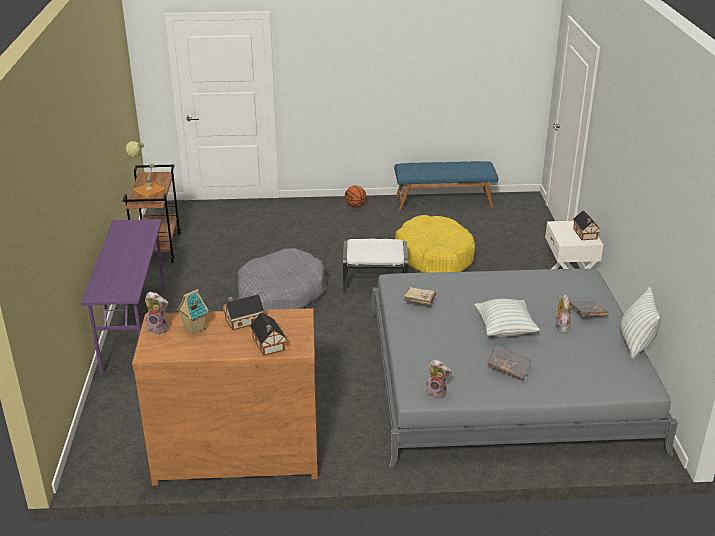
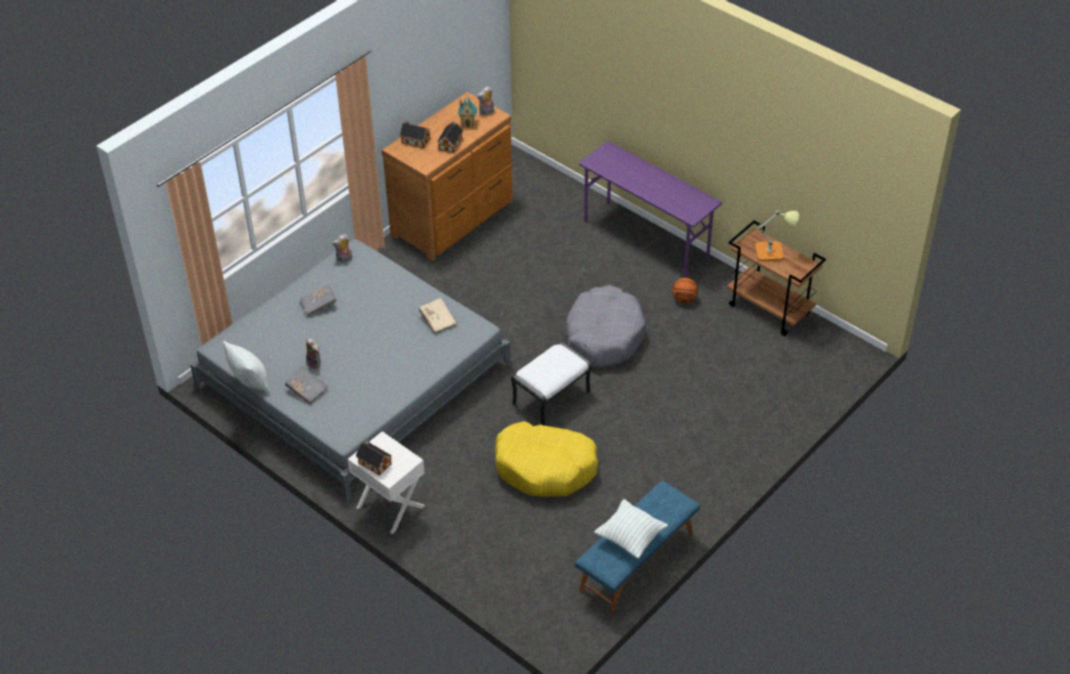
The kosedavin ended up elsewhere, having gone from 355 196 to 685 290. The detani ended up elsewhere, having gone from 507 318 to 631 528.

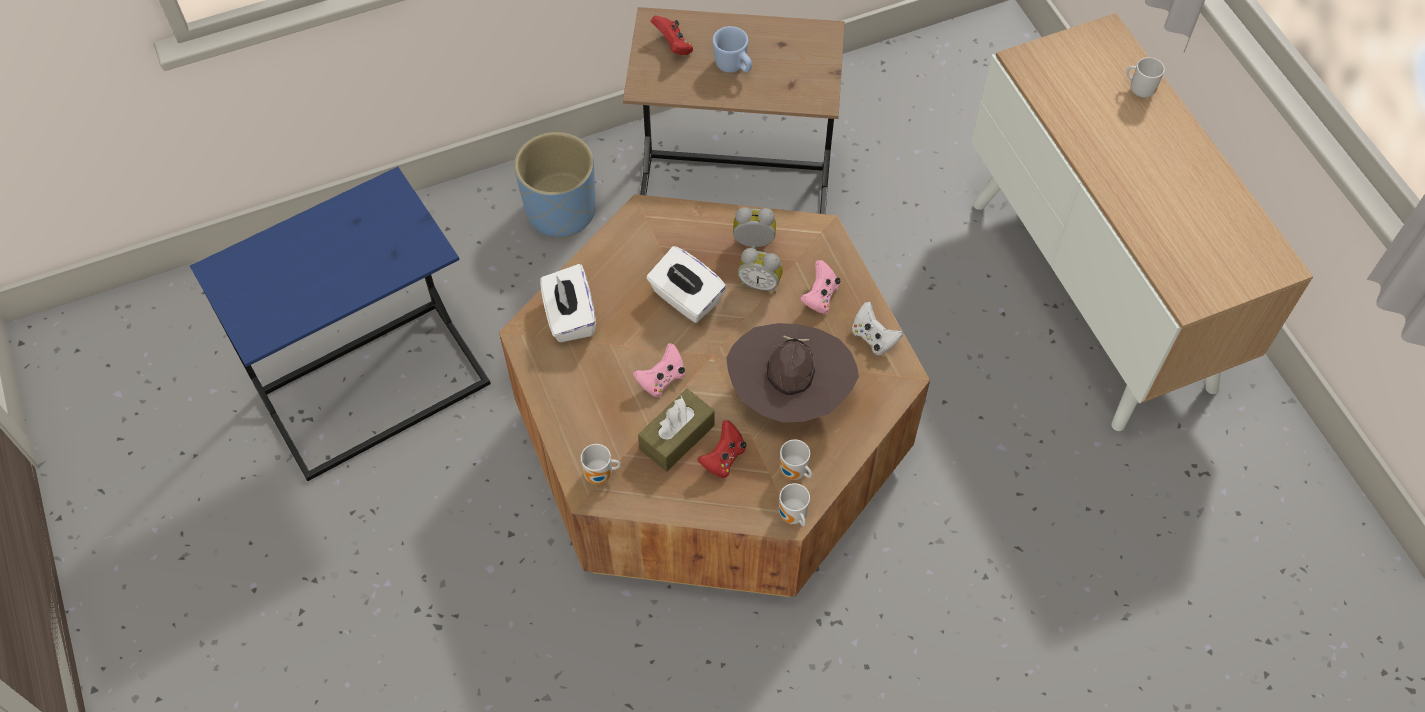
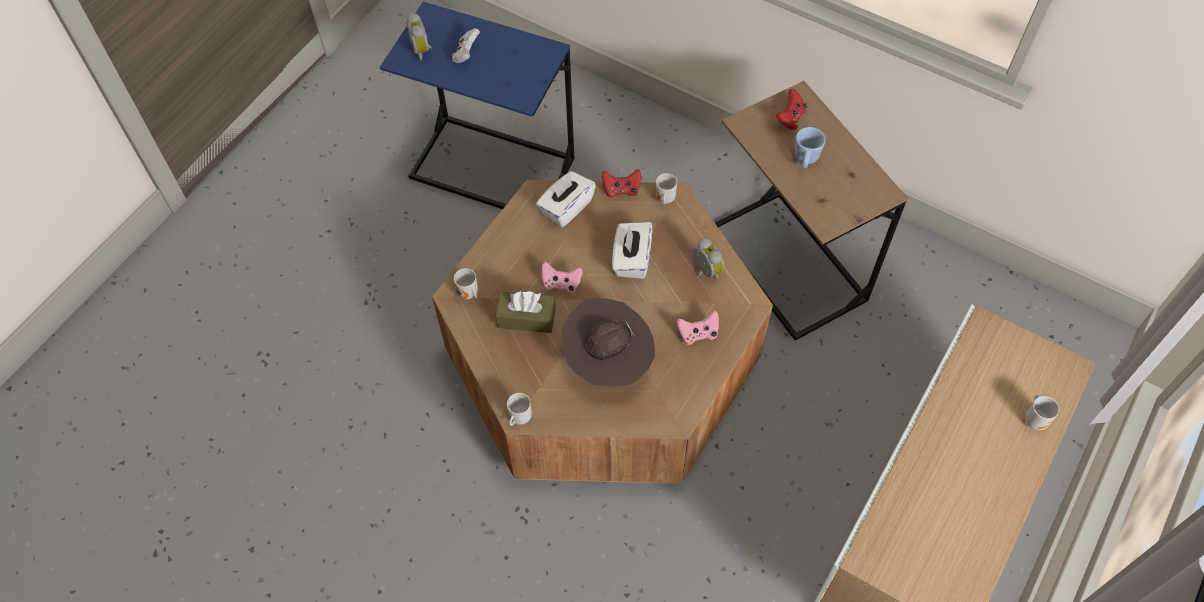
The second view lost the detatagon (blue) at 555 185. The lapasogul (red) ended up elsewhere, having gone from 722 449 to 621 183. The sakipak ended up elsewhere, having gone from 760 271 to 419 37. The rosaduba ended up elsewhere, having gone from 795 459 to 666 189. The lapasogul (white) ended up elsewhere, having gone from 877 328 to 465 45.

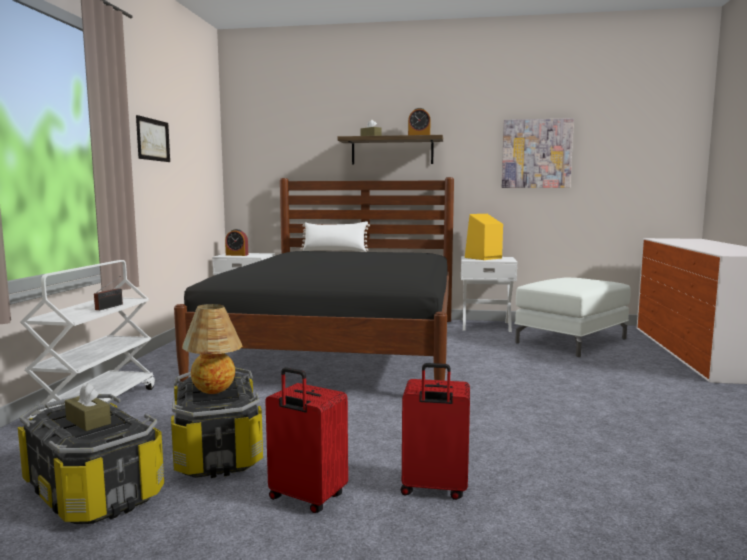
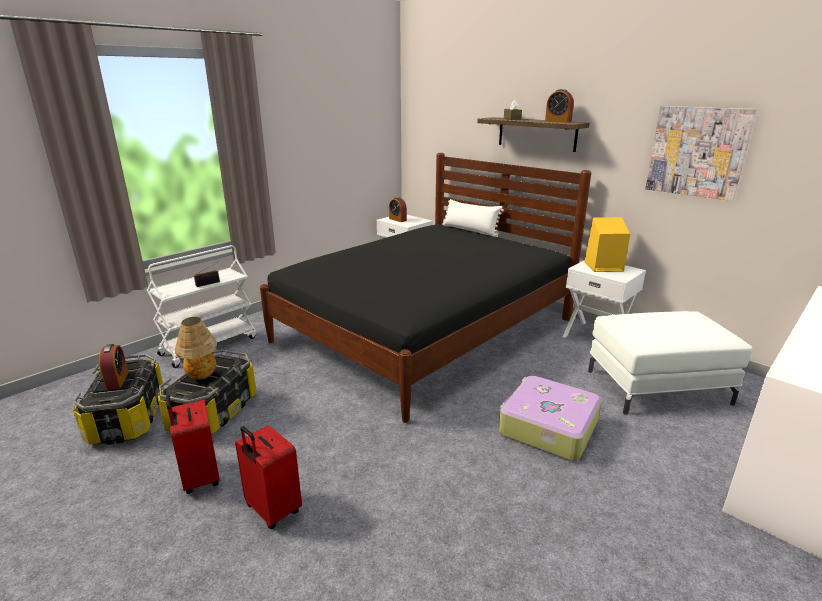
The second view lost the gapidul at 153 138. The second view gained the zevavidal at 550 418. Where the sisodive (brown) stood at 88 407, the sakipak came to stand at 113 367.

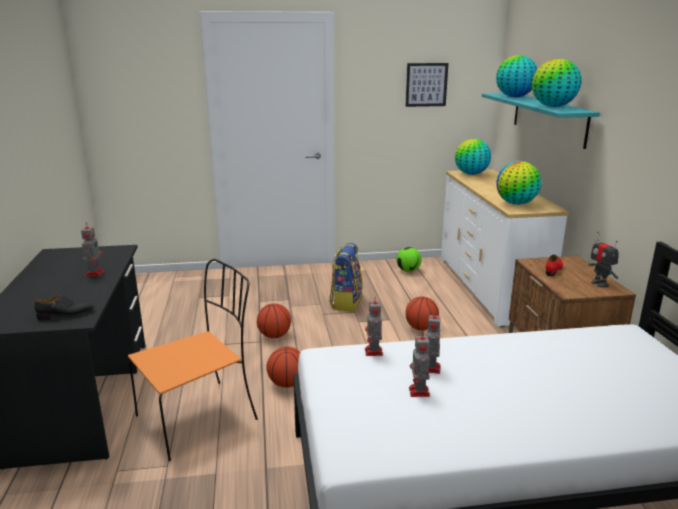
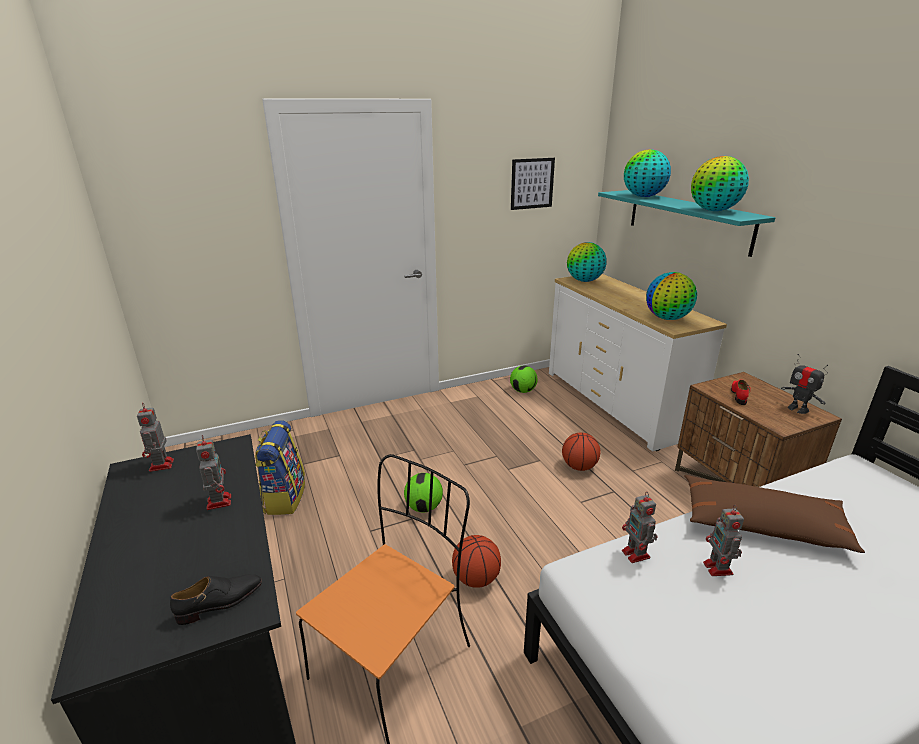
The second view gained the detani (brown) at 774 514. The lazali ended up elsewhere, having gone from 346 277 to 280 467. The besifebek ended up elsewhere, having gone from 419 364 to 155 437. Where the kosedavin stood at 274 320, the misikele came to stand at 423 492.

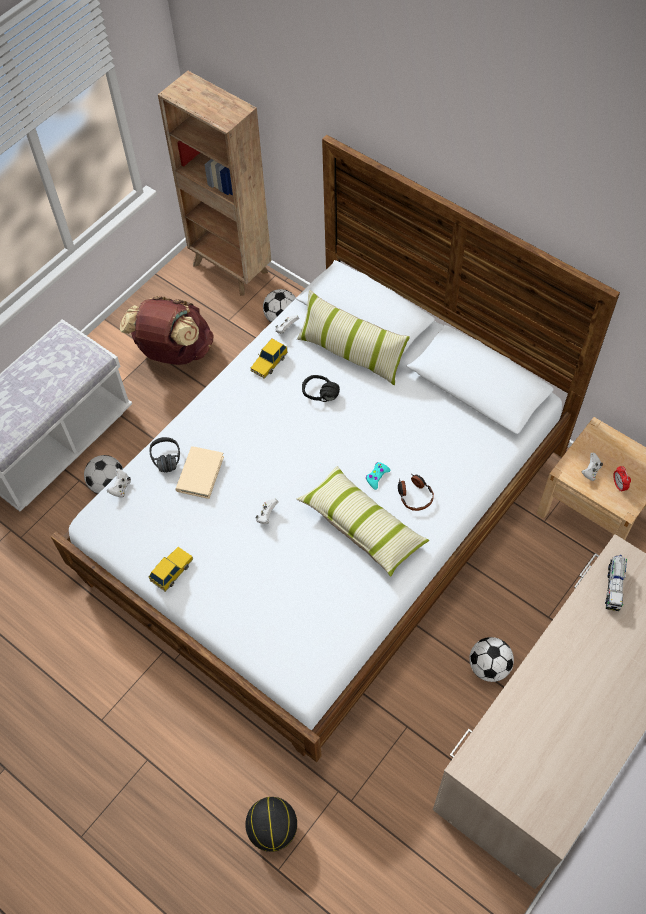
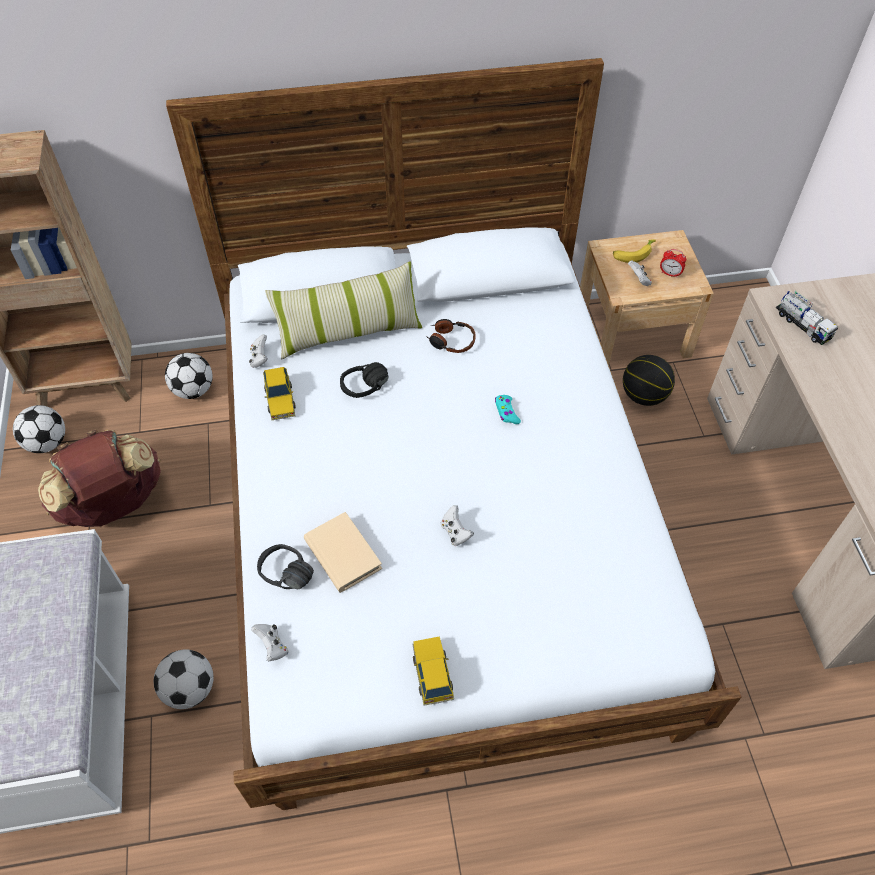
The second view lost the detani at 363 521. The second view gained the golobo at 634 251. The kosedavin ended up elsewhere, having gone from 271 824 to 649 380. The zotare ended up elsewhere, having gone from 416 492 to 451 336. The misikele ended up elsewhere, having gone from 491 659 to 39 429.

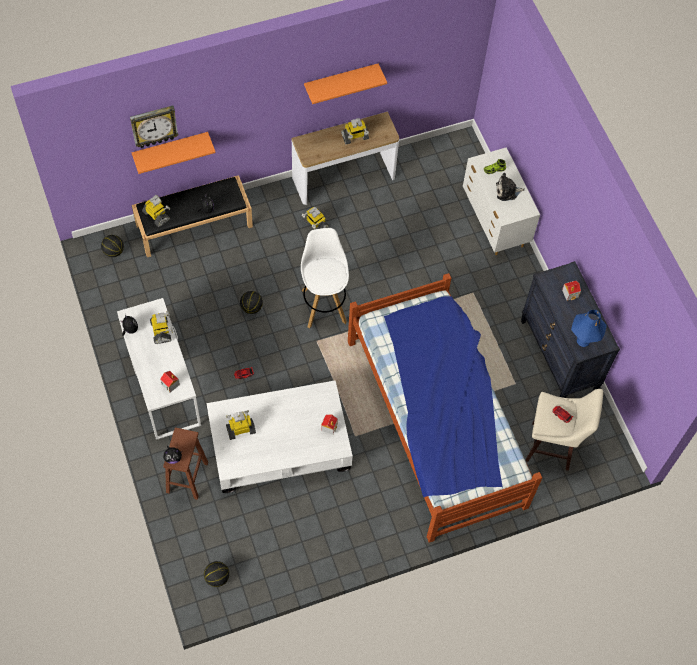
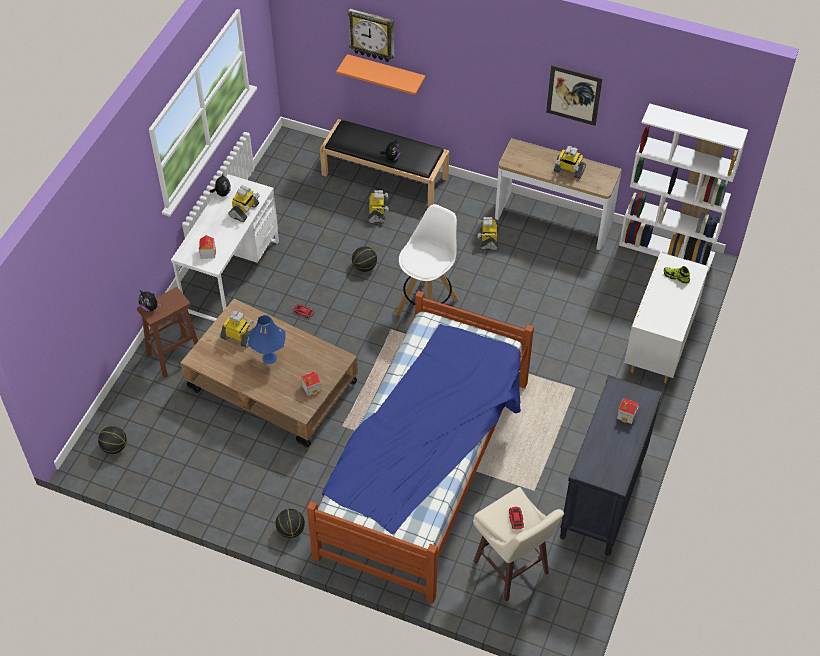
The second view lost the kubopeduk at 510 187. The second view gained the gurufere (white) at 683 187. The kosedavin ended up elsewhere, having gone from 112 246 to 290 523. The besifebek ended up elsewhere, having gone from 156 211 to 378 206. The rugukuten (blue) ended up elsewhere, having gone from 589 328 to 267 339. Where the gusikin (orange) hung at 345 83, the gapidul came to hang at 574 95. What was the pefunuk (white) at 279 436 turned into the pefunuk (brown) at 269 373.

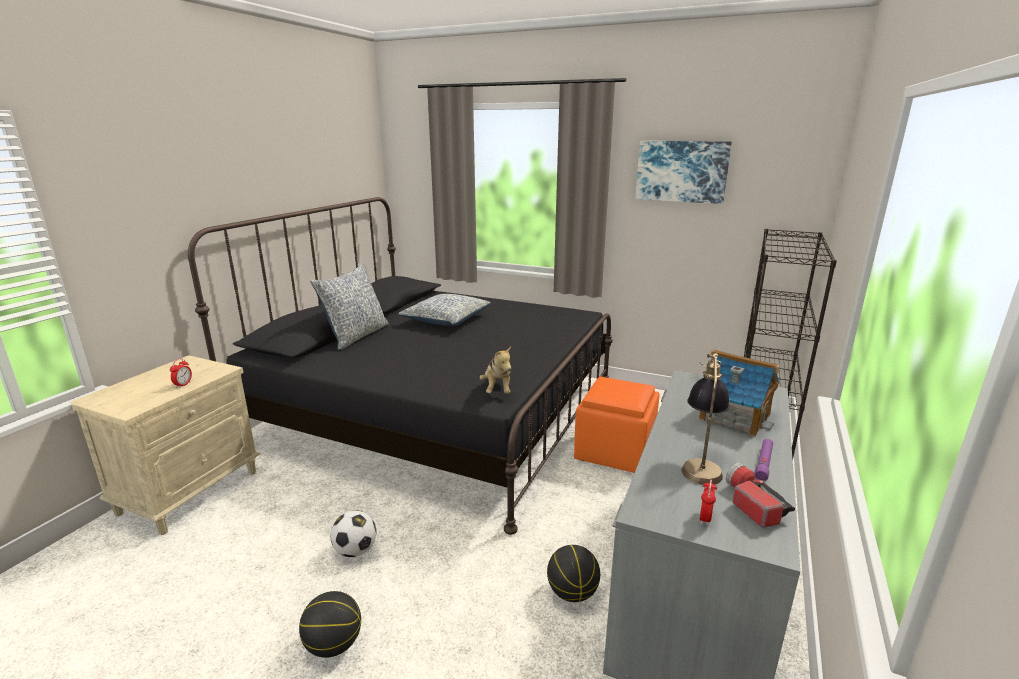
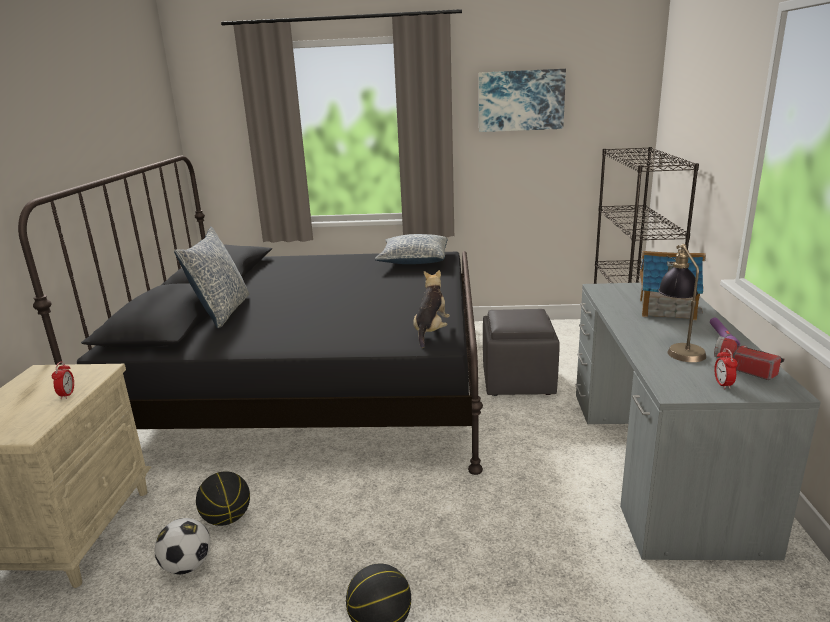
The misikele ended up elsewhere, having gone from 353 533 to 182 546. The detani ended up elsewhere, having gone from 444 310 to 411 249. The kosedavin ended up elsewhere, having gone from 573 573 to 223 498. What was the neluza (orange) at 616 425 turned into the neluza (grey) at 521 352. The kubopeduk at 495 370 ended up facing another way, 135 degrees counterclockwise from before.

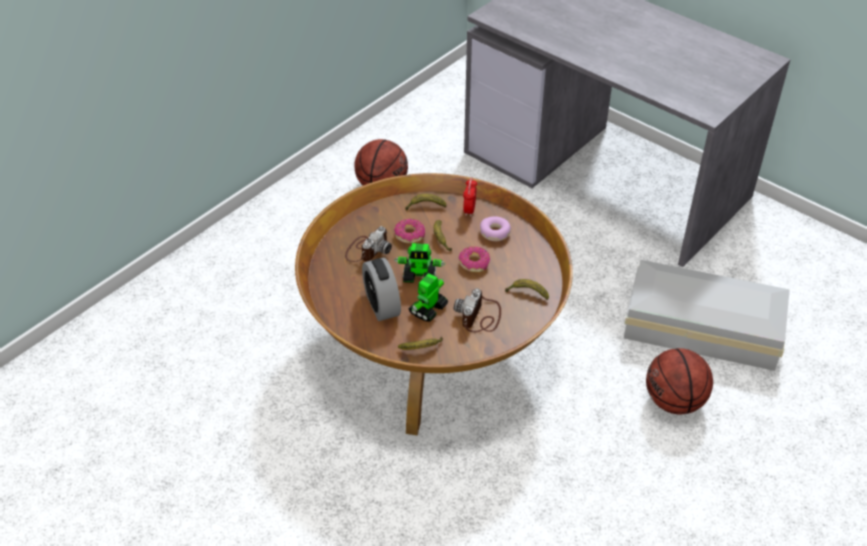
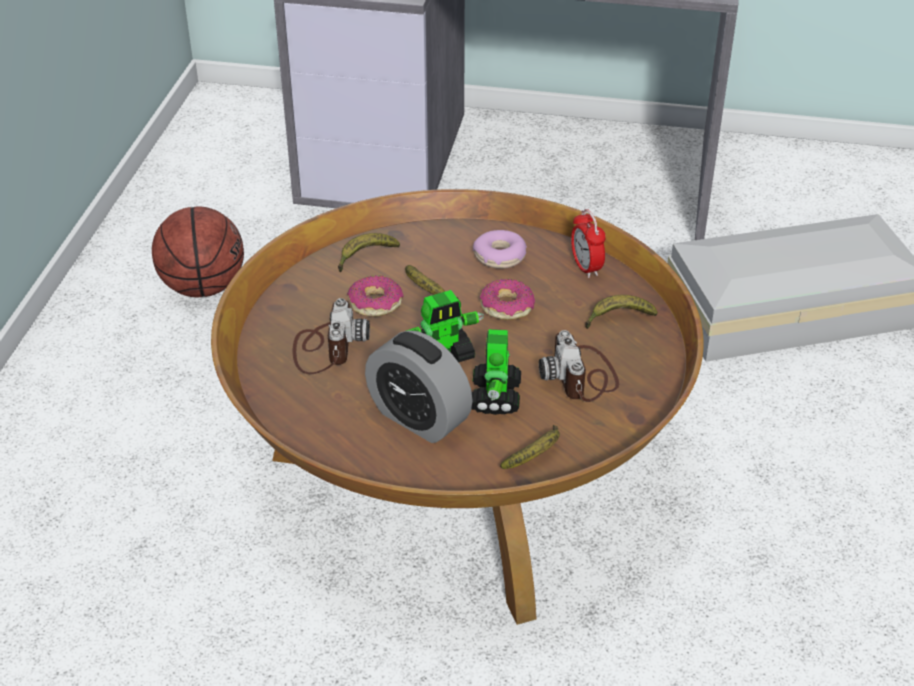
The second view lost the kosedavin at 679 381. The sakipak ended up elsewhere, having gone from 470 197 to 588 243.

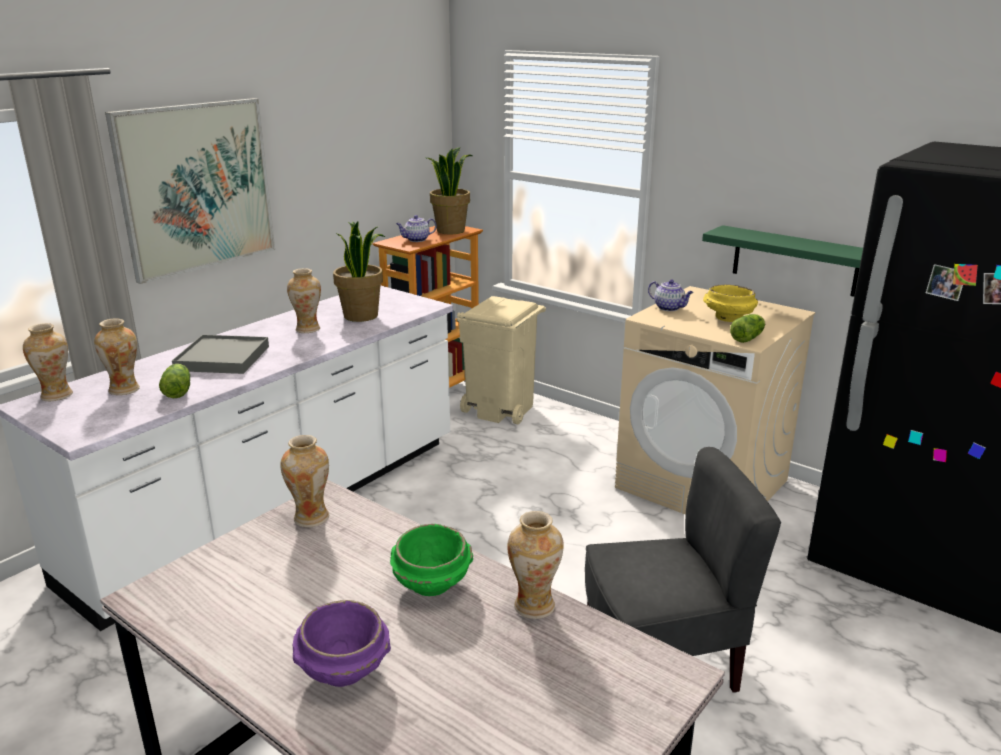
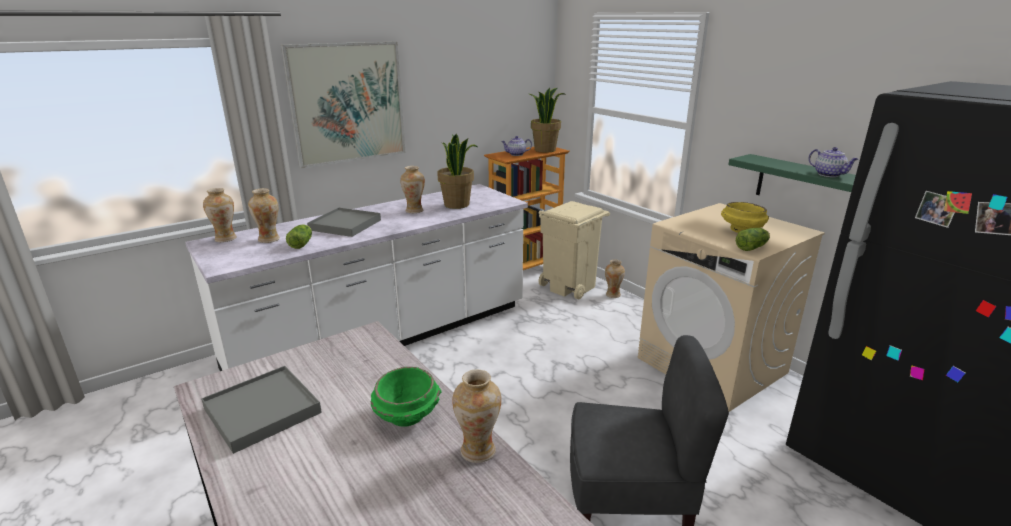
The second view lost the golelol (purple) at 342 643. The second view gained the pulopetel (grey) at 261 410. The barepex ended up elsewhere, having gone from 304 481 to 615 279. The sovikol ended up elsewhere, having gone from 671 295 to 833 162.

